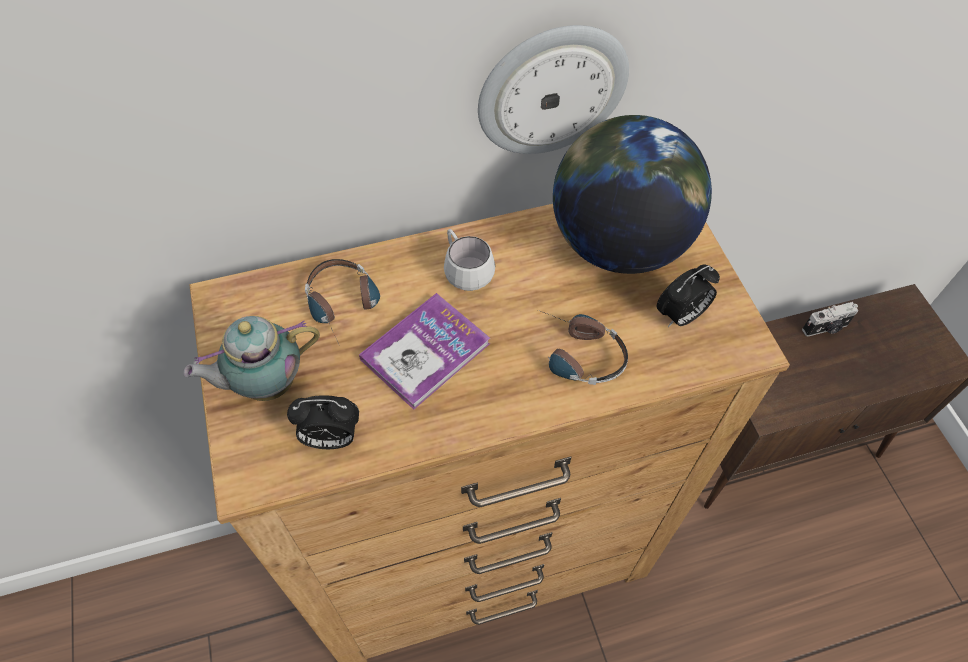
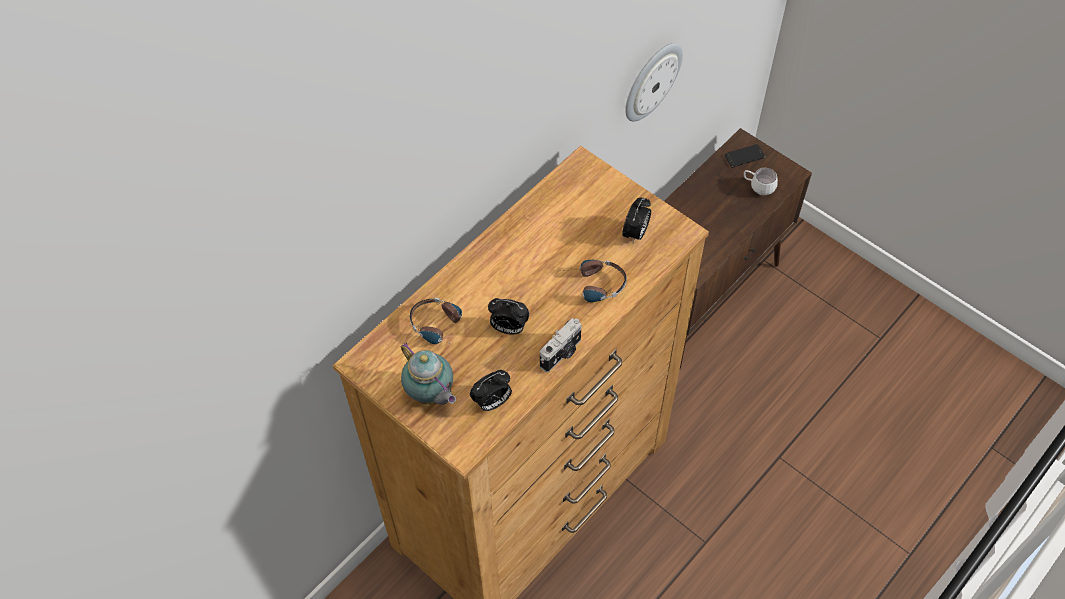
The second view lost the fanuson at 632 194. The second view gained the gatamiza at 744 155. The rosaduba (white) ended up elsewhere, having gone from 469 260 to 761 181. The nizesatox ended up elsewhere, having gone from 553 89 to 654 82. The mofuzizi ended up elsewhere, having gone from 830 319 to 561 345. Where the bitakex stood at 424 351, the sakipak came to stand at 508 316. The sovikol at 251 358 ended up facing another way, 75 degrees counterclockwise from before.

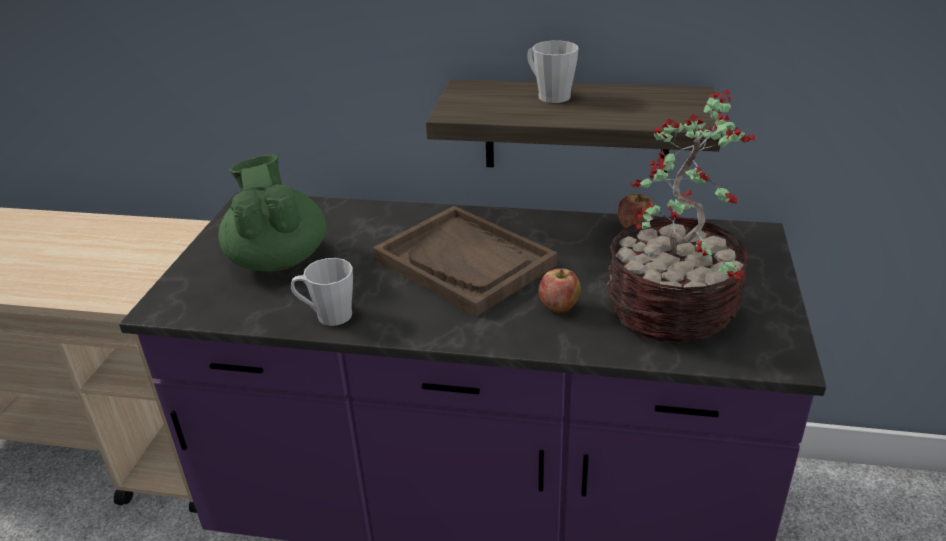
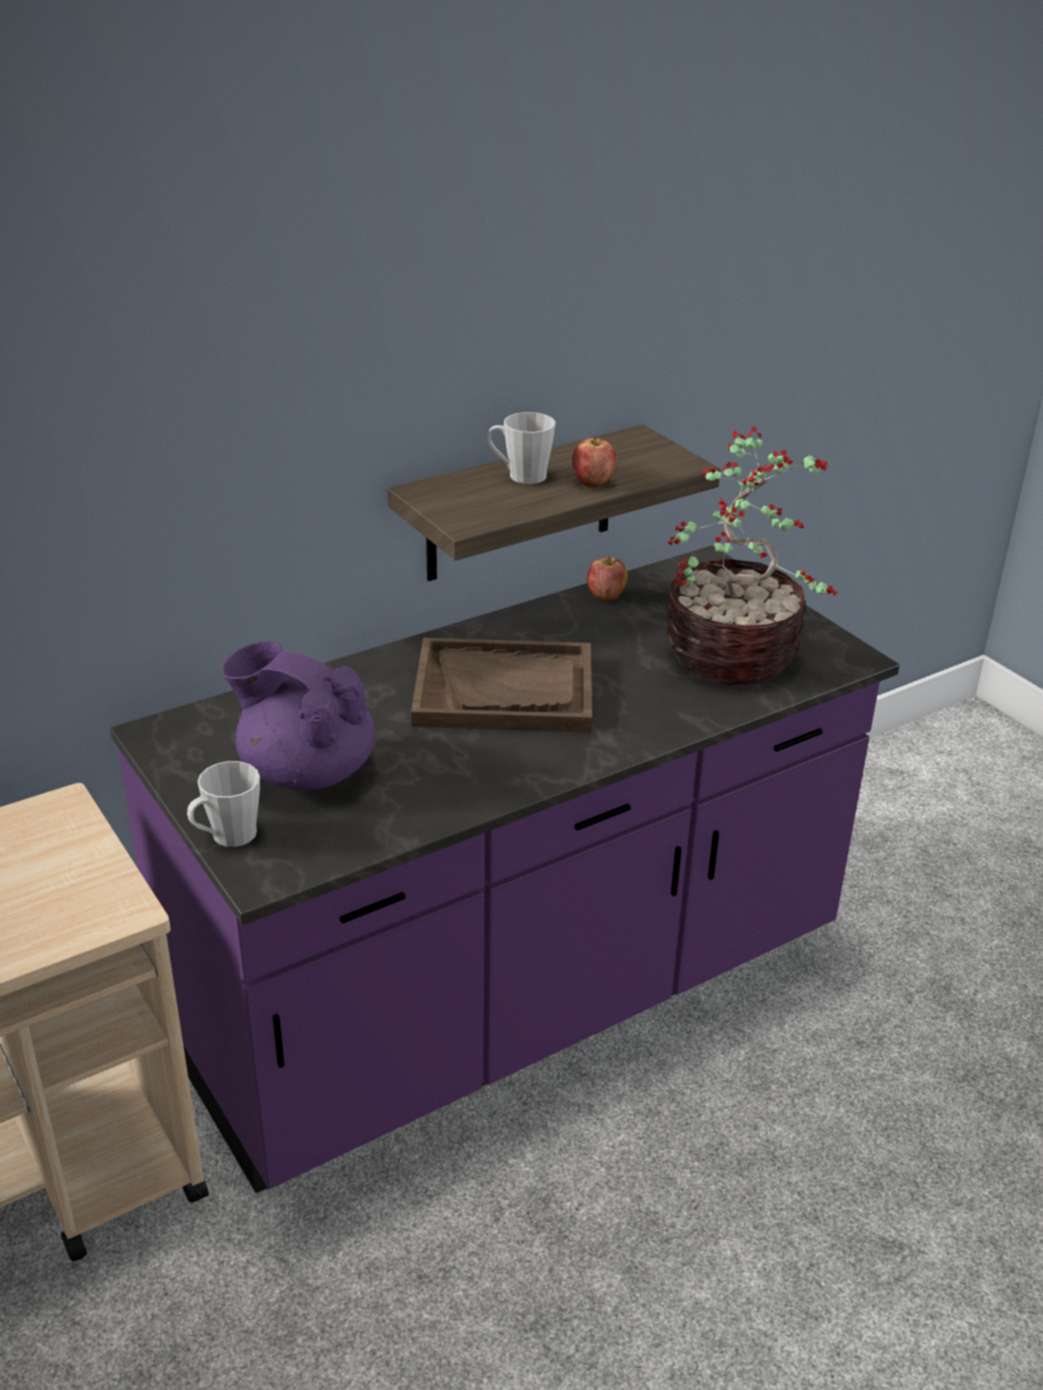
The rosaduba (grey) ended up elsewhere, having gone from 322 292 to 223 804. The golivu ended up elsewhere, having gone from 559 290 to 594 462. What was the sovikol (green) at 273 213 turned into the sovikol (purple) at 298 716.

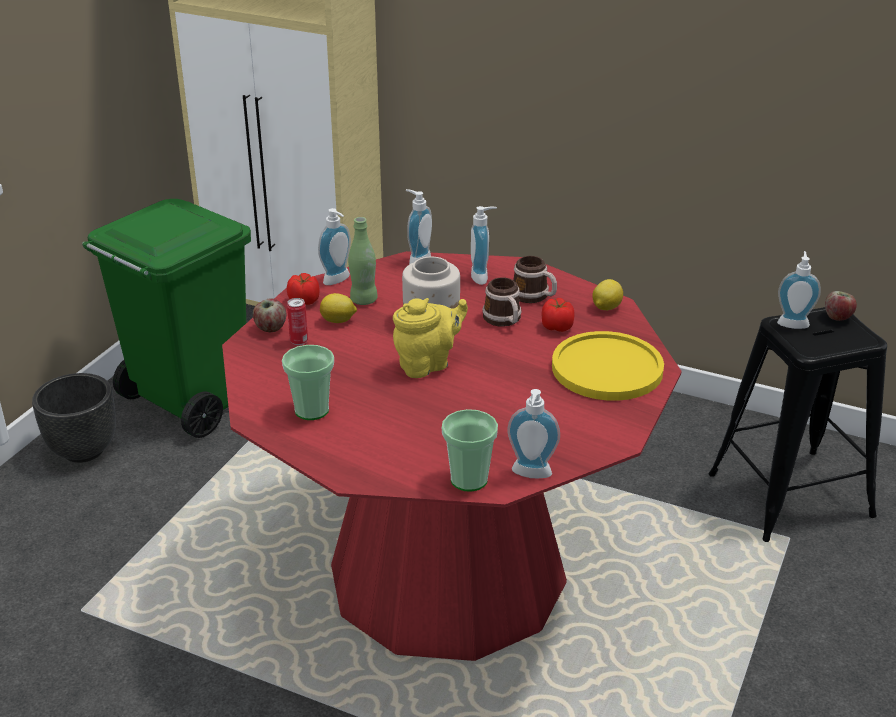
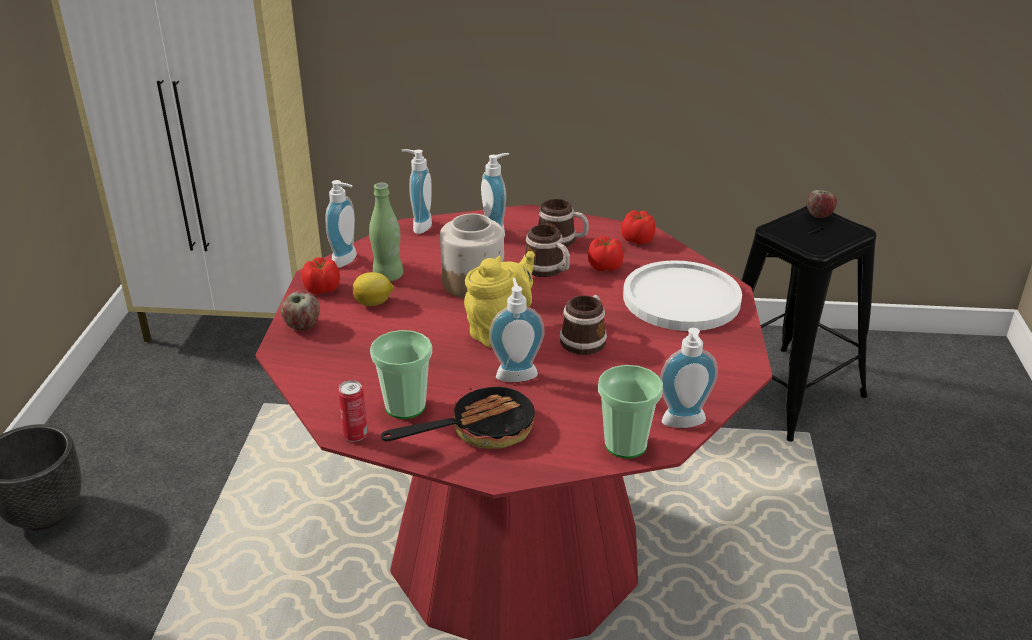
The second view lost the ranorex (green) at 166 318. The second view gained the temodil at 458 412. The second view gained the rosaduba at 583 325. The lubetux ended up elsewhere, having gone from 297 321 to 352 410. The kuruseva ended up elsewhere, having gone from 799 290 to 517 330. Where the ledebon stood at 607 294, the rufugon came to stand at 638 227. What was the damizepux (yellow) at 608 366 turned into the damizepux (white) at 682 295.

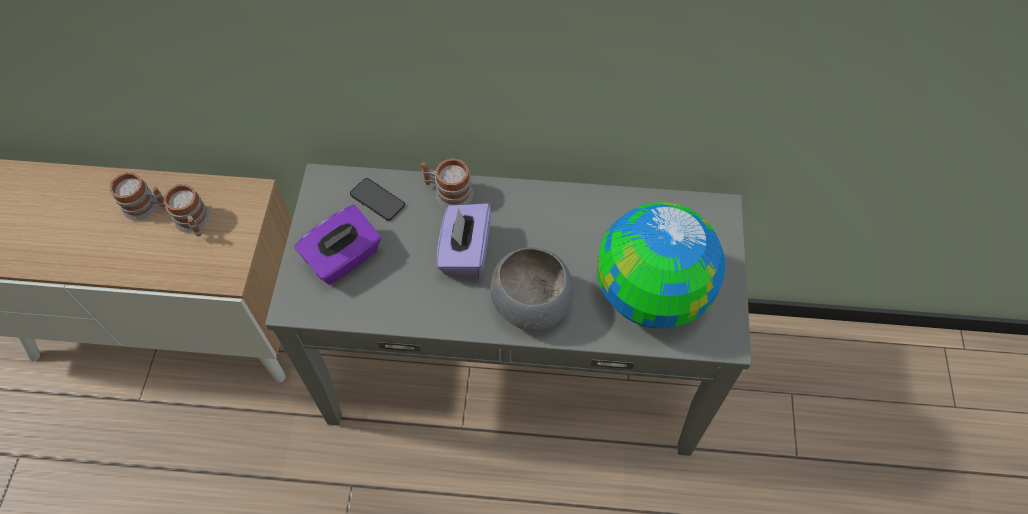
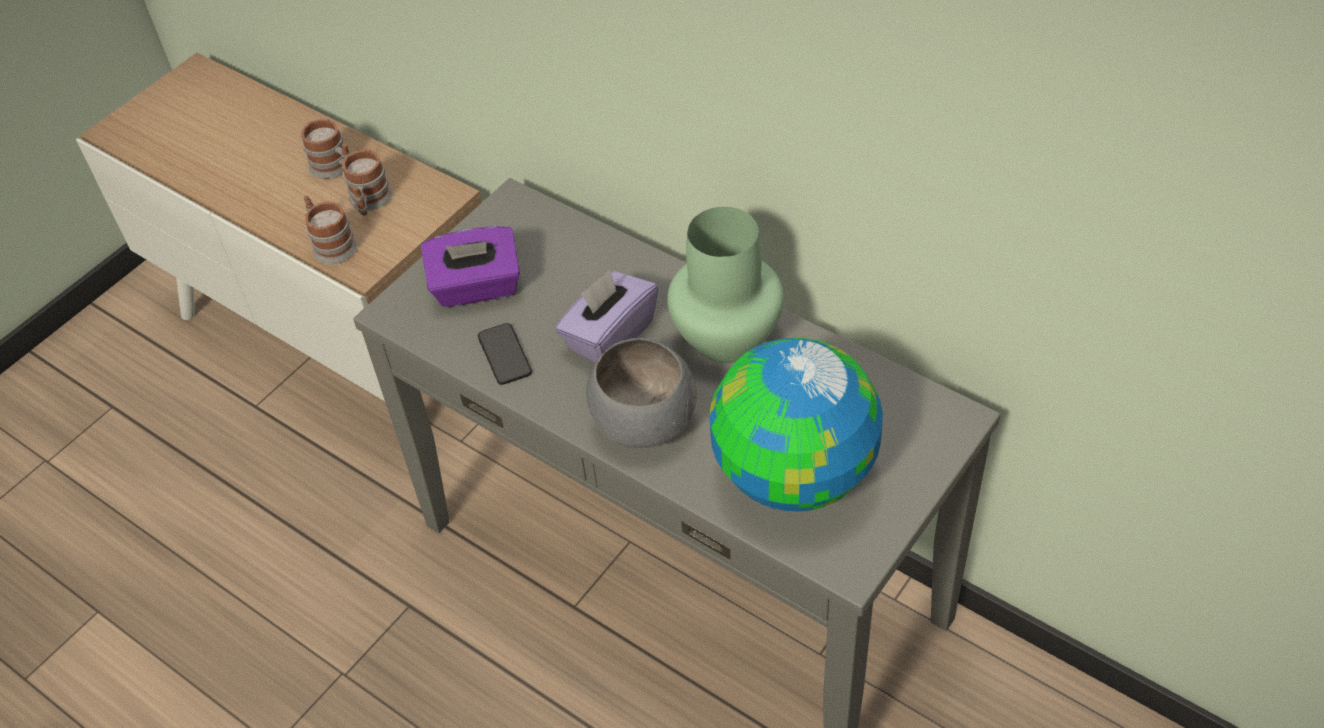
The second view gained the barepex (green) at 725 285. The gatamiza ended up elsewhere, having gone from 377 199 to 505 354. The rosaduba ended up elsewhere, having gone from 447 183 to 331 230.

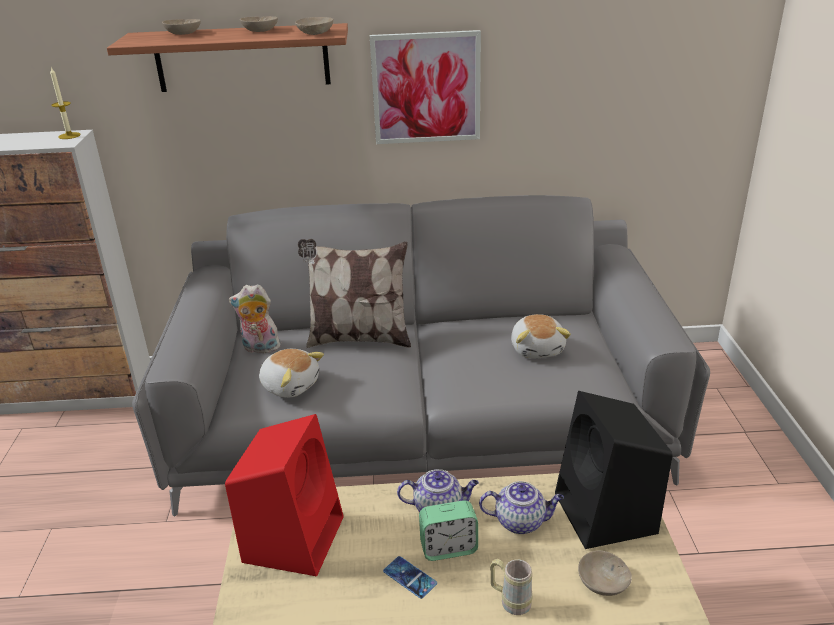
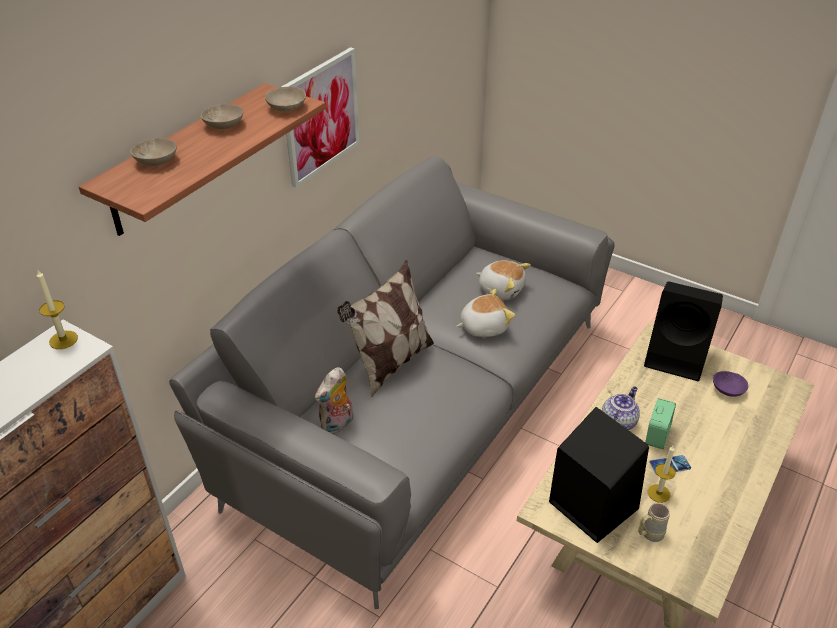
The second view lost the sovikol at 521 507. The second view gained the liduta at 662 474. The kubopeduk ended up elsewhere, having gone from 291 373 to 485 313. The rosaduba (beige) ended up elsewhere, having gone from 511 587 to 654 522. What was the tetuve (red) at 284 495 turned into the tetuve (black) at 599 475. What was the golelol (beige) at 605 573 turned into the golelol (purple) at 730 384.

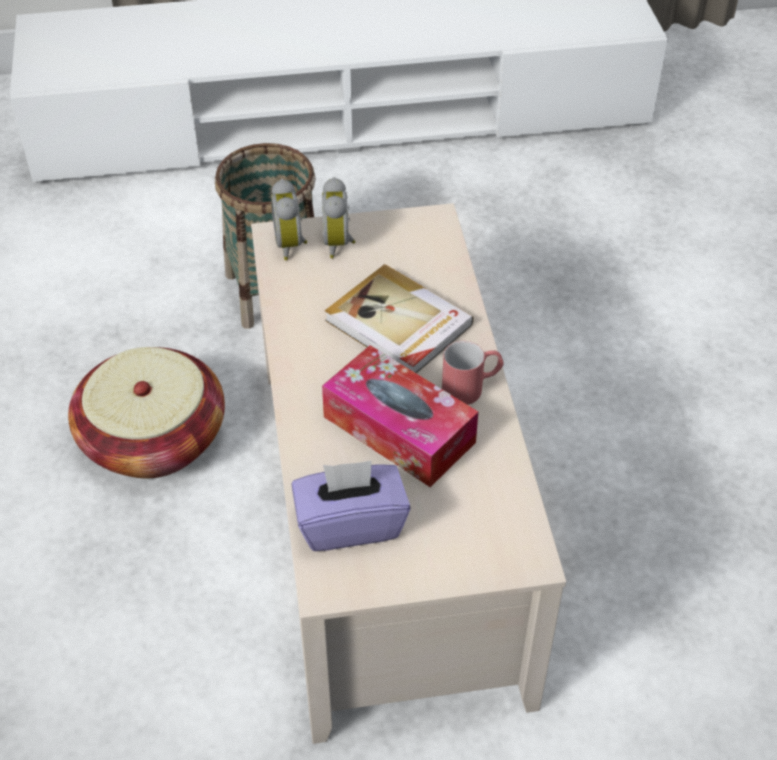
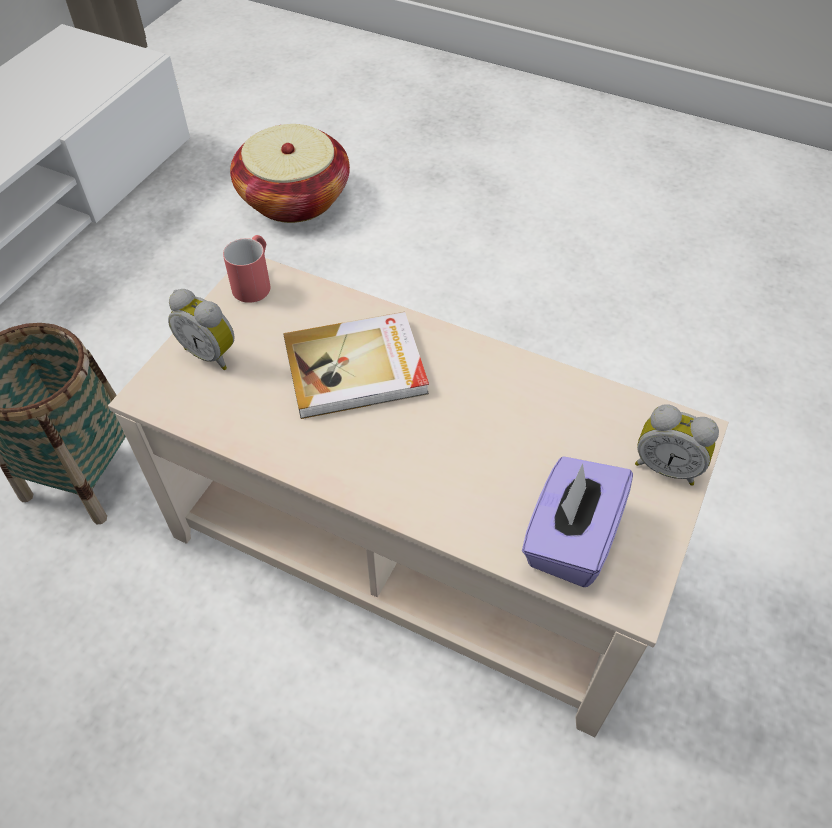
The second view lost the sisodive at 400 416. The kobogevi ended up elsewhere, having gone from 146 412 to 290 173. The sakipak ended up elsewhere, having gone from 289 219 to 677 445. The rosaduba (red) ended up elsewhere, having gone from 473 373 to 247 269.

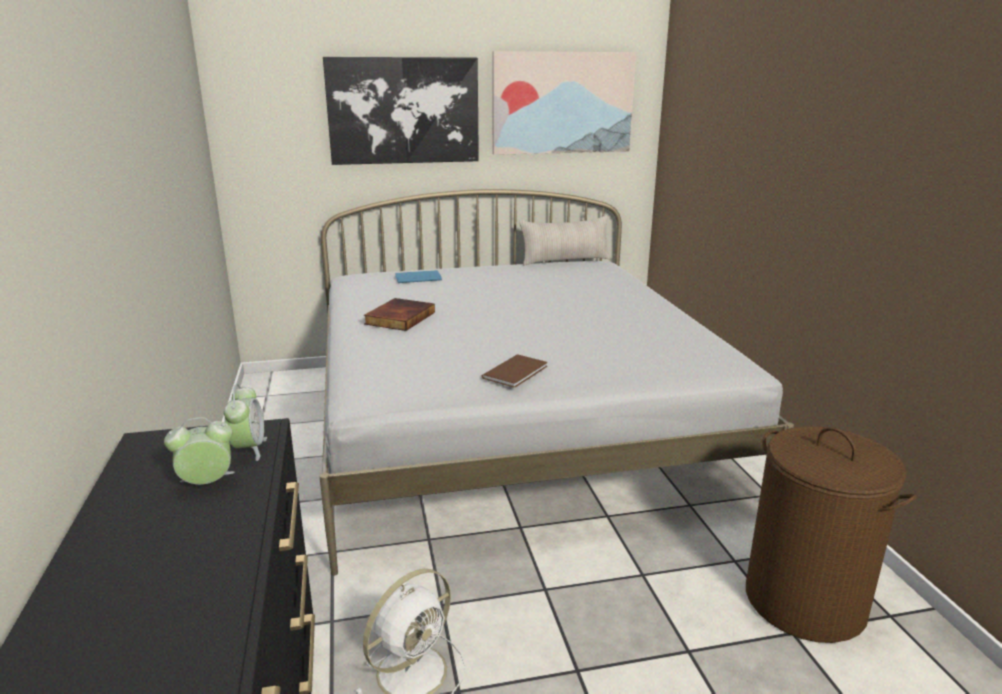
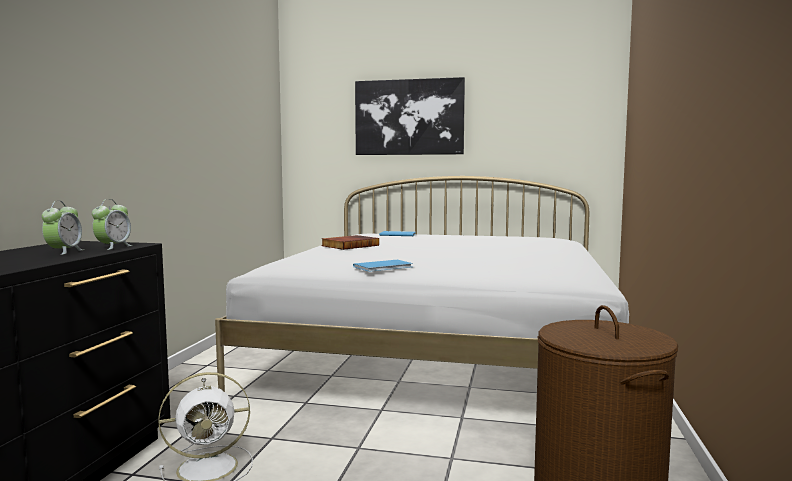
The second view lost the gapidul at 564 103. The second view lost the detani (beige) at 564 240. What was the bitakex (brown) at 514 371 turned into the bitakex (blue) at 383 266. The sakipak at 199 451 ended up facing another way, 90 degrees clockwise from before.

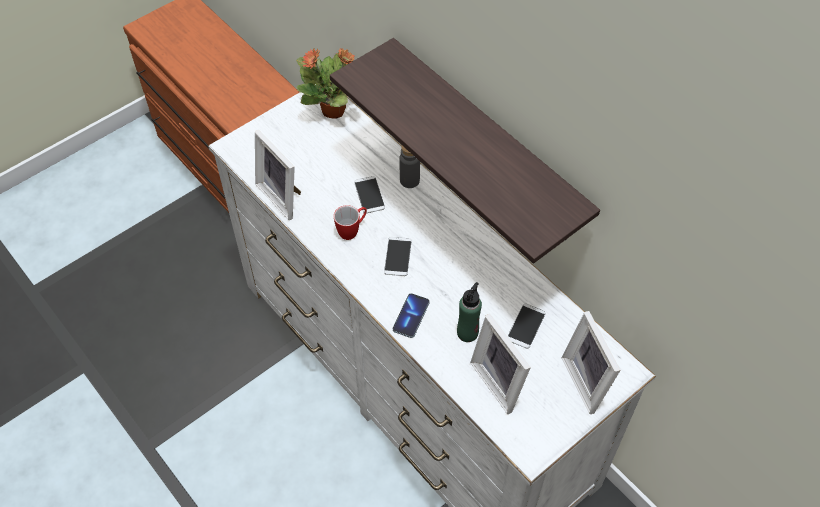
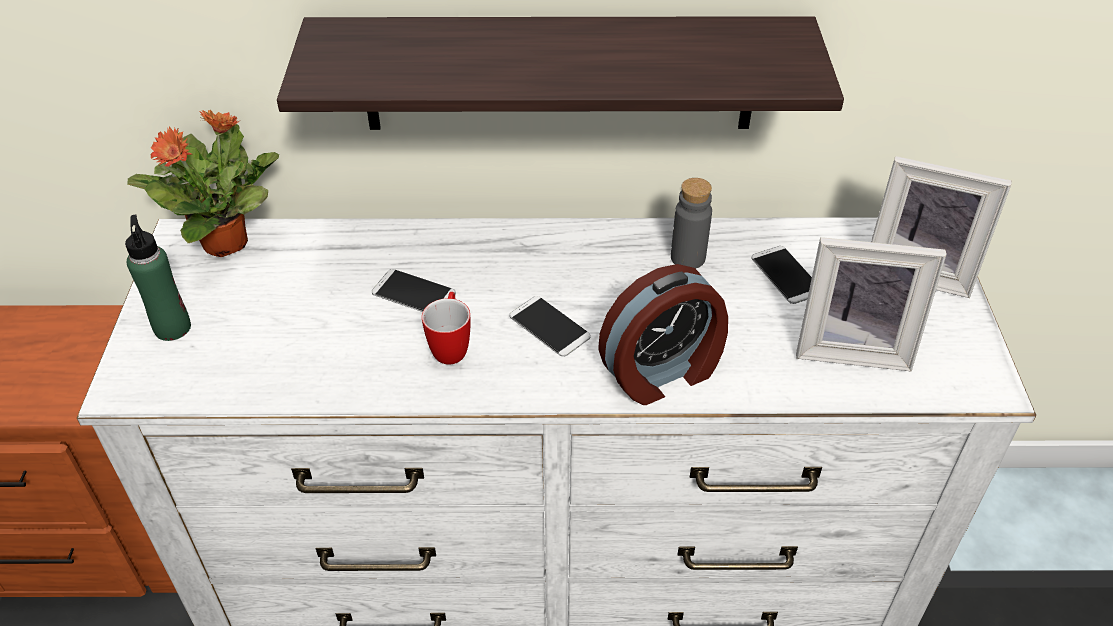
The second view lost the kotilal at 278 174. The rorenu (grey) ended up elsewhere, having gone from 410 167 to 691 223. The rorenu (green) ended up elsewhere, having gone from 469 312 to 158 277. Where the gatamiza stood at 411 315, the sakipak came to stand at 663 334.

